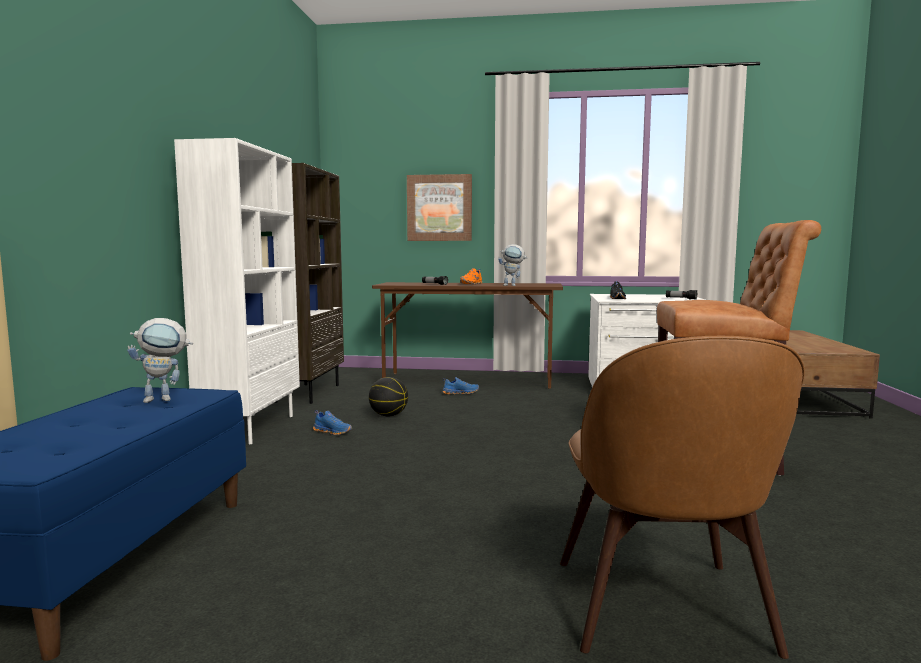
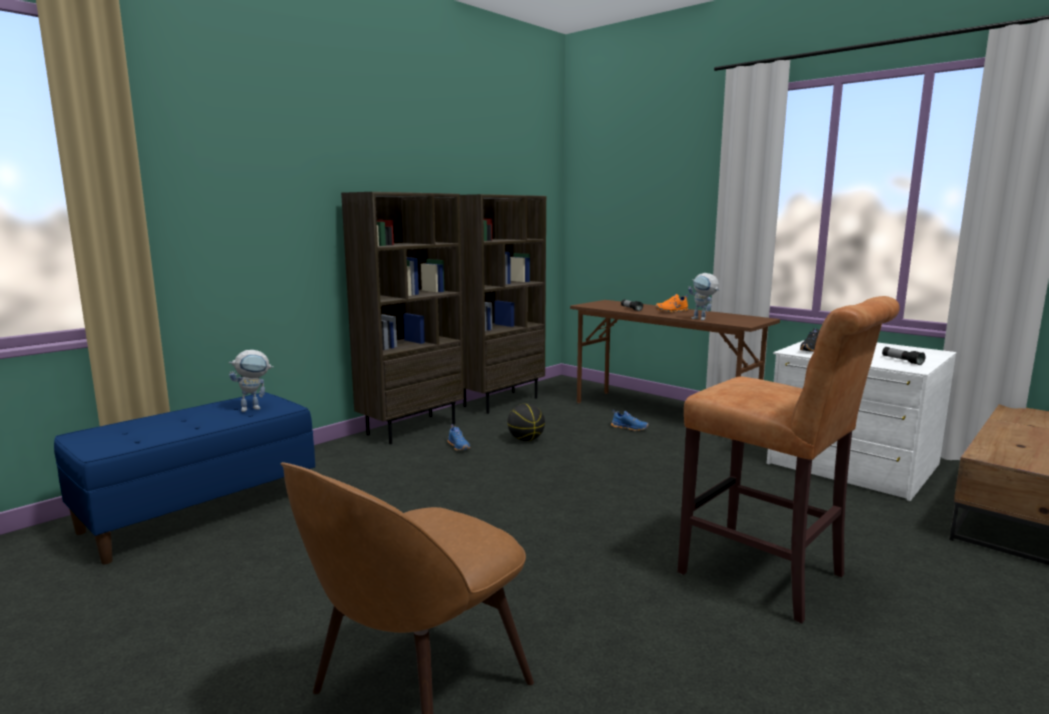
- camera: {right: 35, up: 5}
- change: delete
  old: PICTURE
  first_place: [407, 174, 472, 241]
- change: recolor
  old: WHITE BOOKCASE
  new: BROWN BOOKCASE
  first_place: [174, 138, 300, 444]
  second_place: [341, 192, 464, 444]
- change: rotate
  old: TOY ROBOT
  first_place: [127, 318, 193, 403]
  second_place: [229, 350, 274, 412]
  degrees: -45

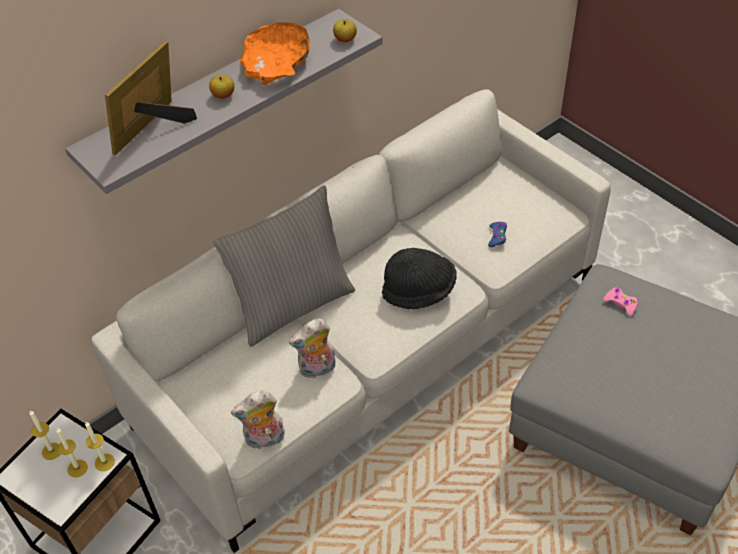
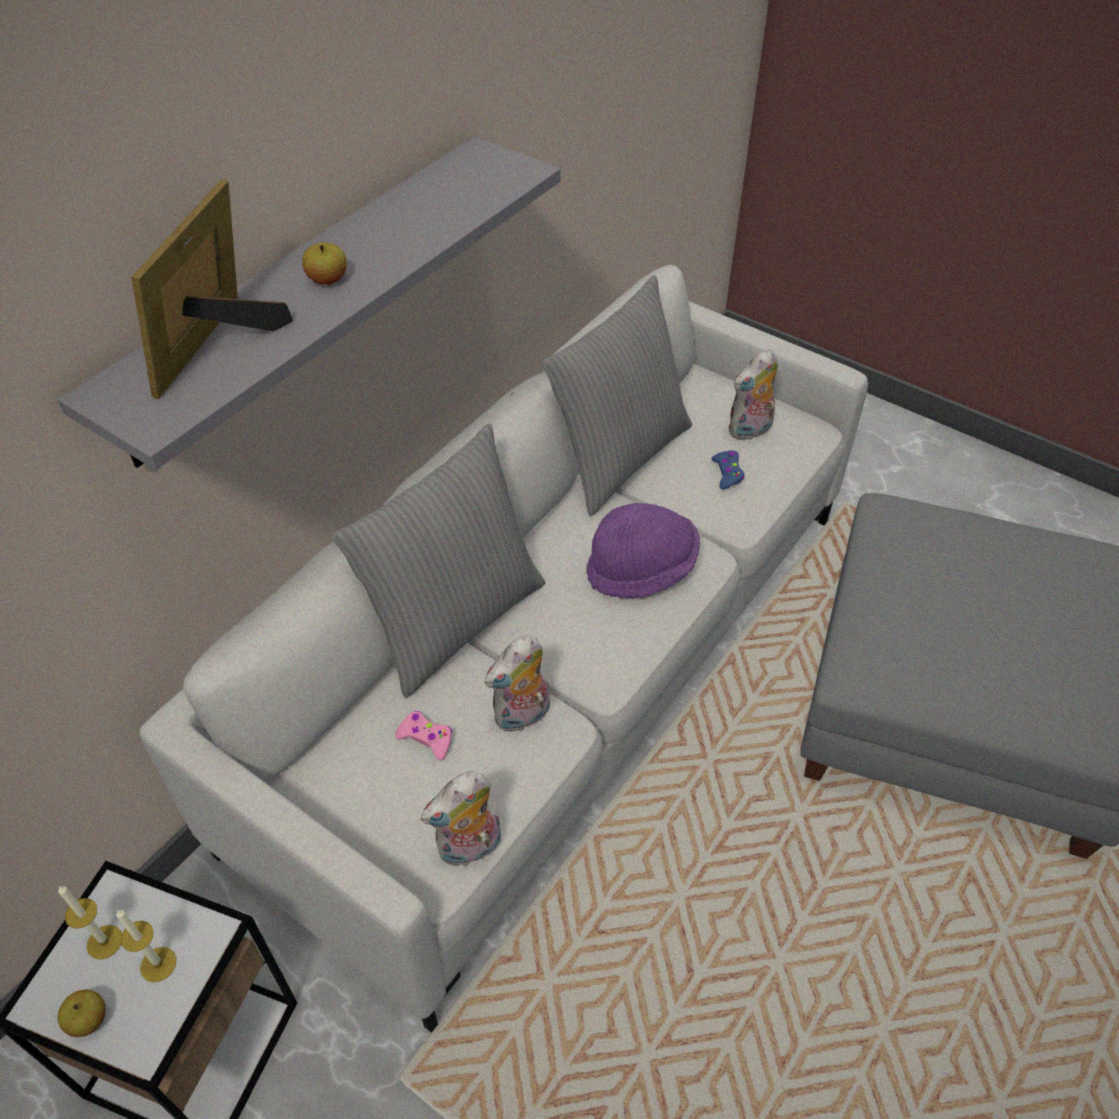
- camera: {right: -15, up: 0}
- change: delete
  old: CANDLE
  first_place: [85, 422, 115, 471]
- change: delete
  old: ORANGE BOWL
  first_place: [240, 22, 310, 85]
- change: insert
  new: GREY PILLOW
  second_place: [542, 275, 692, 516]
- change: insert
  new: PLUSH TOY
  second_place: [728, 349, 778, 441]
- change: move
  old: APPLE
  first_place: [333, 19, 357, 42]
  second_place: [58, 989, 106, 1037]
- change: move
  old: PINK GAME CONTROLLER
  first_place: [603, 287, 638, 316]
  second_place: [395, 711, 452, 760]
- change: recolor
  old: BLACK HAT
  new: PURPLE HAT
  first_place: [382, 248, 457, 309]
  second_place: [586, 503, 700, 599]

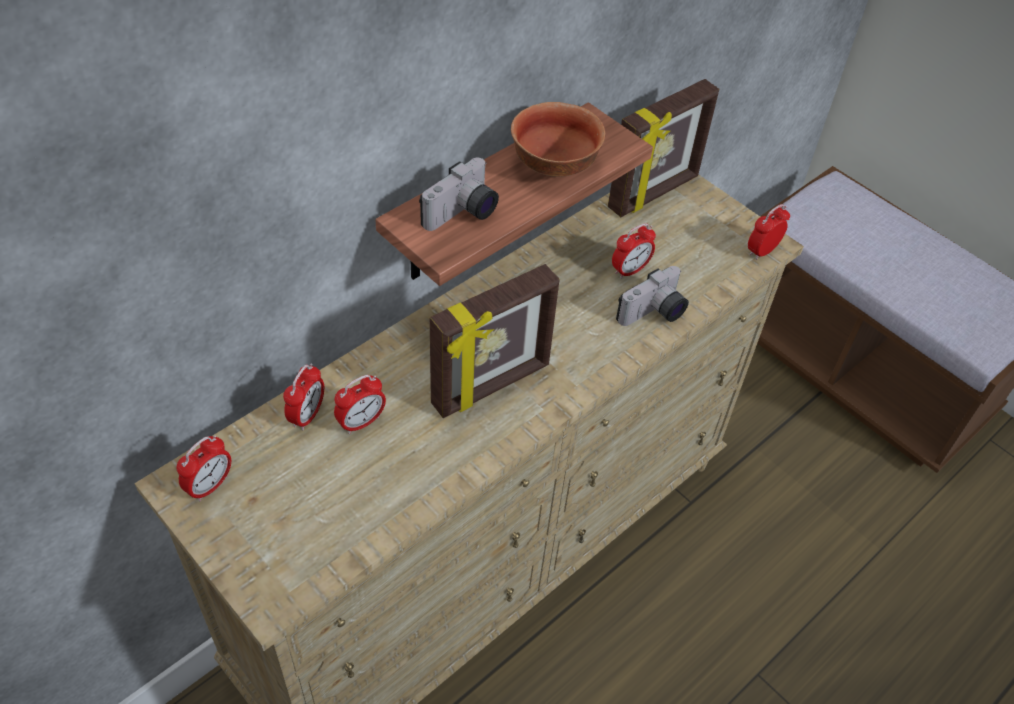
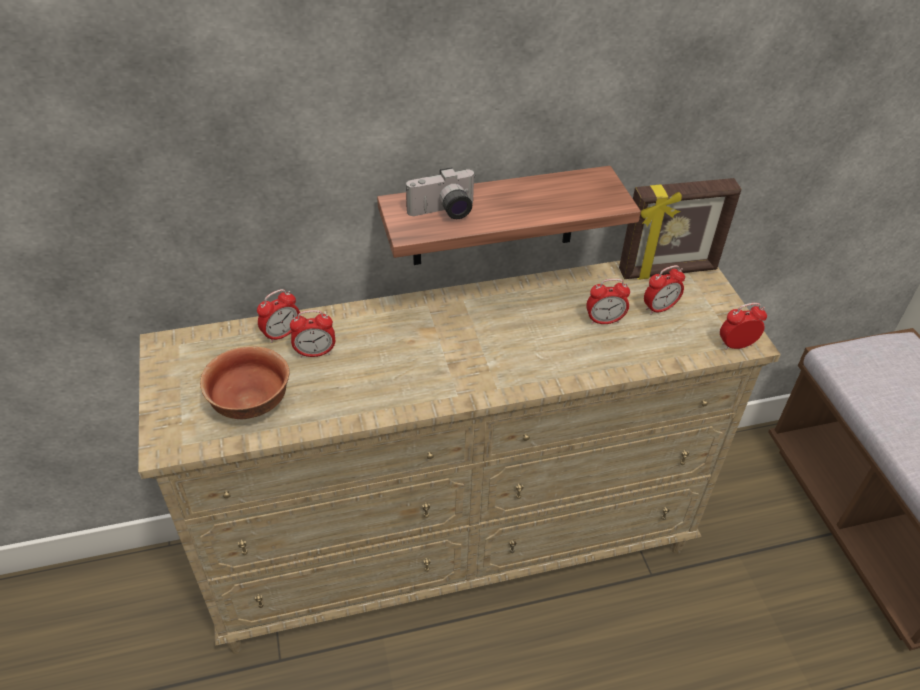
- camera: {right: 30, up: -5}
- change: delete
  old: PICTURE FRAME
  first_place: [430, 264, 560, 418]
- change: delete
  old: PHOTO CAMERA
  first_place: [616, 266, 689, 326]
- change: move
  old: ALARM CLOCK
  first_place: [177, 435, 231, 501]
  second_place: [644, 265, 685, 315]
- change: move
  old: BOWL
  first_place: [511, 102, 605, 177]
  second_place: [200, 346, 290, 419]

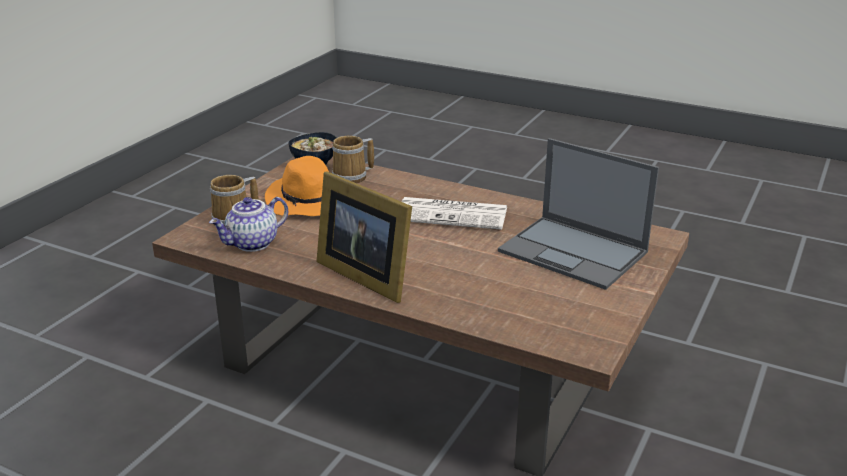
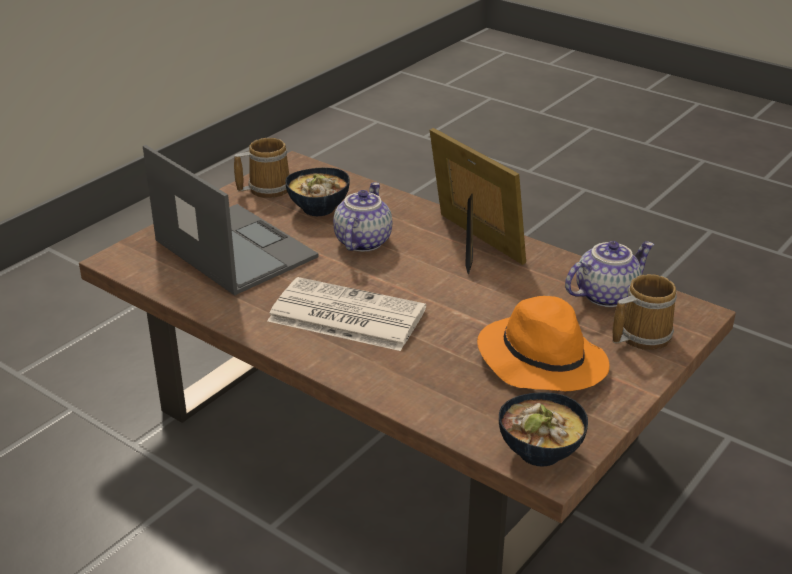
- camera: {right: -170, up: 5}
- change: insert
  new: BOWL
  second_place: [285, 168, 350, 216]
- change: insert
  new: TEAPOT
  second_place: [333, 182, 392, 252]
- change: move
  old: MUG
  first_place: [332, 136, 374, 183]
  second_place: [234, 138, 289, 198]

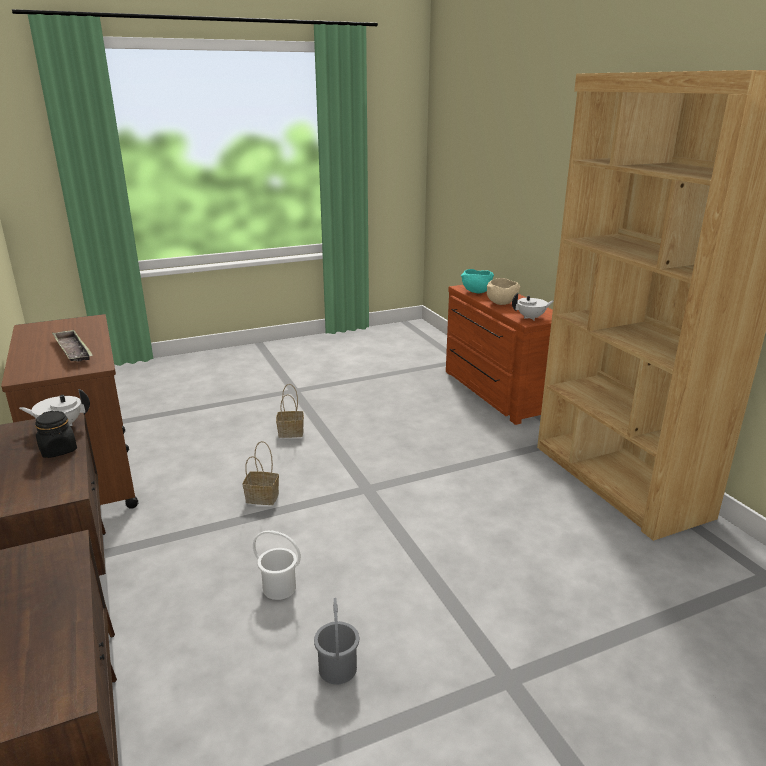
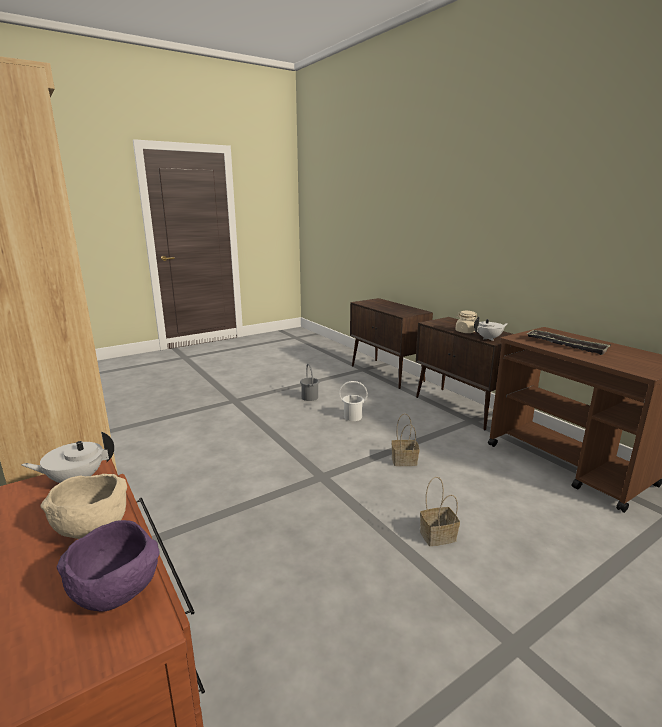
- camera: {right: 170, up: -5}
- change: recolor
  old: BLACK JAR
  new: BEIGE JAR
  first_place: [35, 411, 77, 458]
  second_place: [455, 311, 478, 333]
- change: recolor
  old: TURQUOISE BOWL
  new: PURPLE BOWL
  first_place: [461, 269, 494, 293]
  second_place: [57, 520, 159, 612]

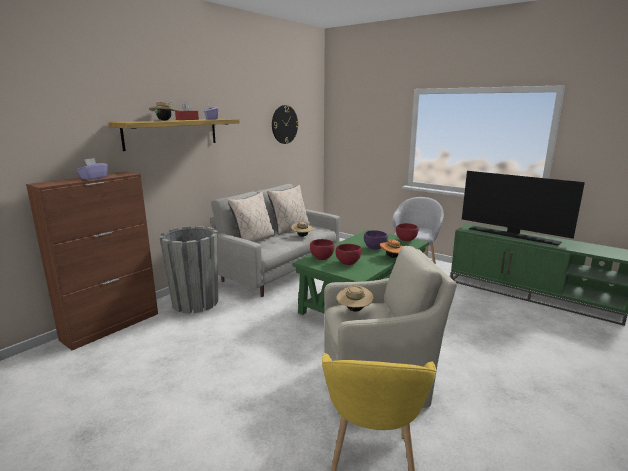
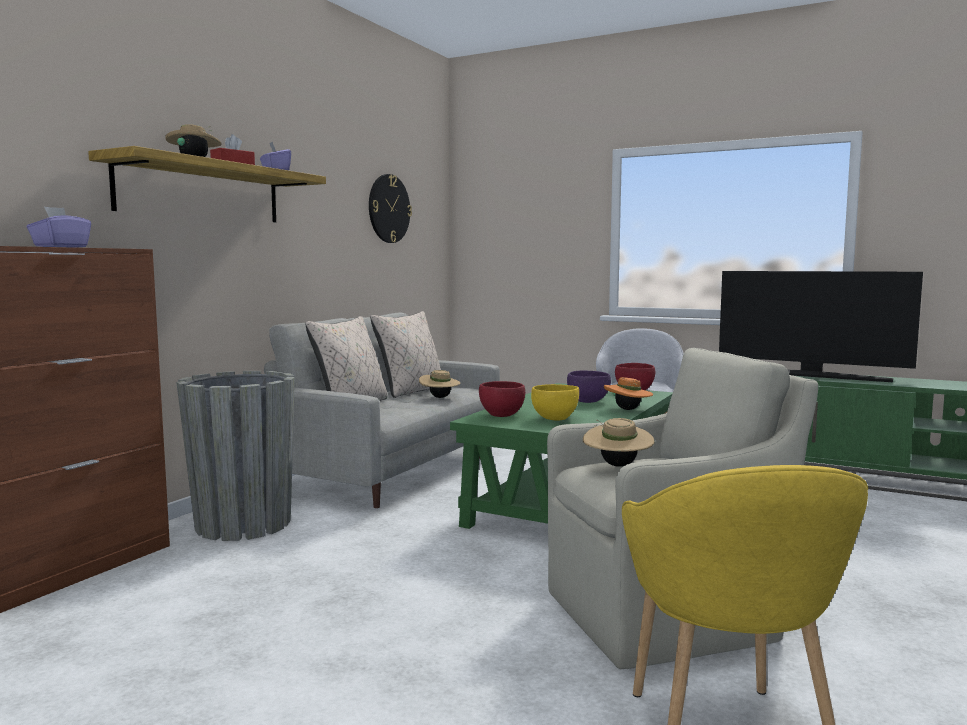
- camera: {right: -10, up: -10}
- change: recolor
  old: RED BOWL
  new: YELLOW BOWL
  first_place: [336, 244, 362, 265]
  second_place: [531, 384, 579, 421]

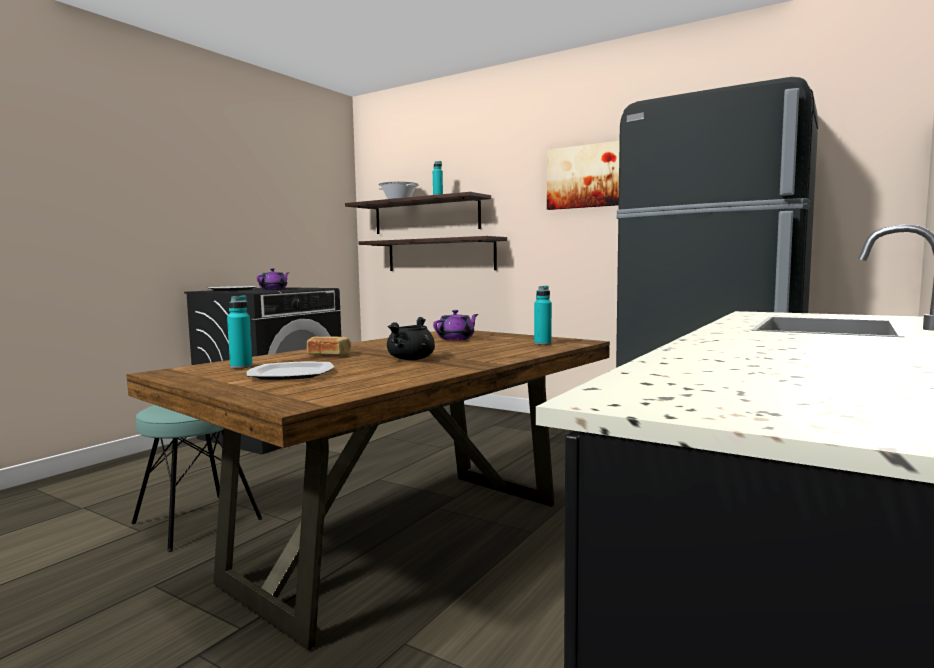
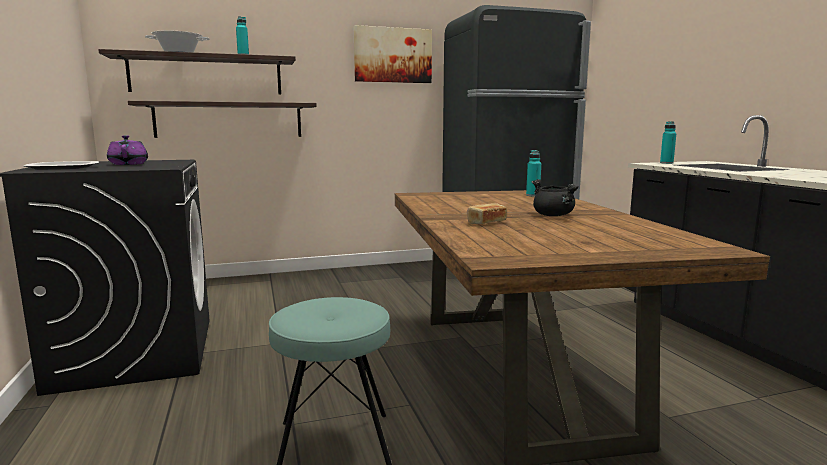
- camera: {right: -50, up: 5}
- change: delete
  old: PLATE
  first_place: [247, 362, 334, 380]
- change: delete
  old: PURPLE TEAPOT
  first_place: [433, 310, 478, 340]
- change: move
  old: TURQUOISE BOTTLE
  first_place: [227, 295, 253, 369]
  second_place: [660, 121, 676, 164]

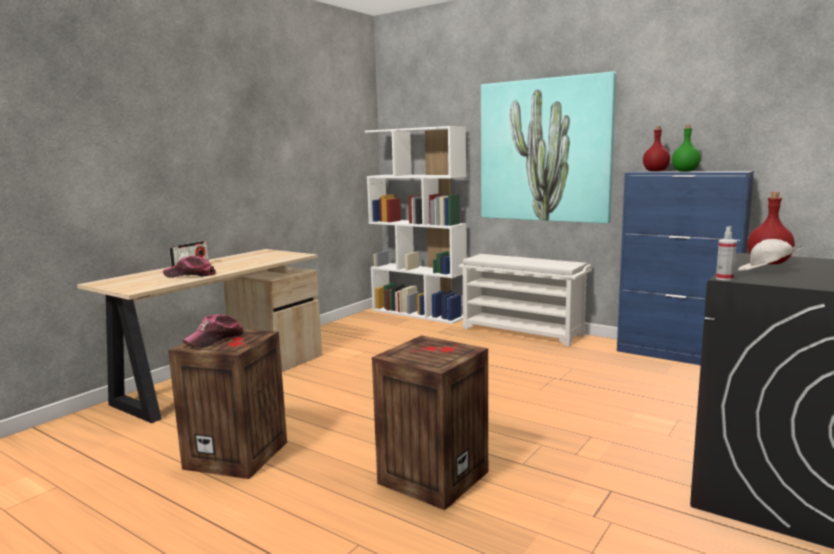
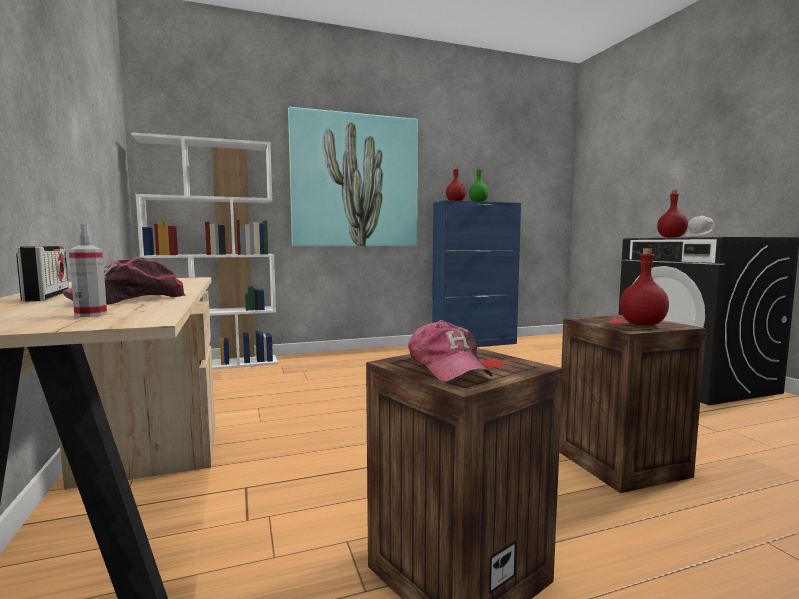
- camera: {right: -55, up: -5}
- change: delete
  old: WHITE SHOE RACK
  first_place: [459, 254, 592, 347]
- change: insert
  new: RED BOTTLE
  second_place: [620, 248, 669, 326]
- change: move
  old: SPRAY BOTTLE
  first_place: [716, 226, 737, 281]
  second_place: [69, 224, 107, 317]

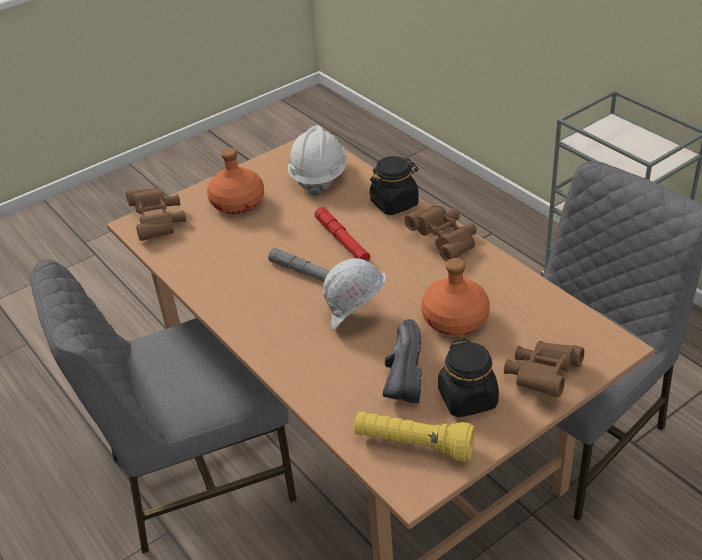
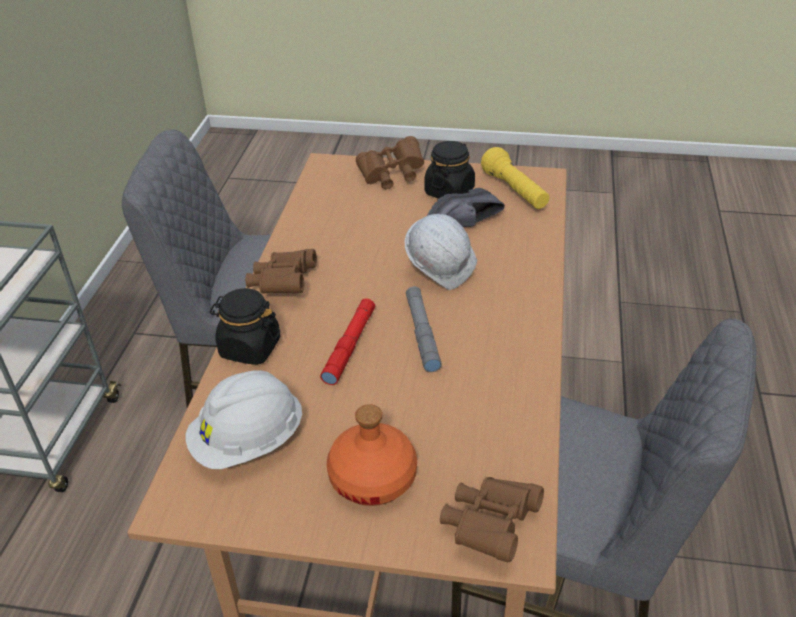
- camera: {right: -135, up: 0}
- change: delete
  old: ORANGE BOTTLE
  first_place: [421, 258, 490, 336]

